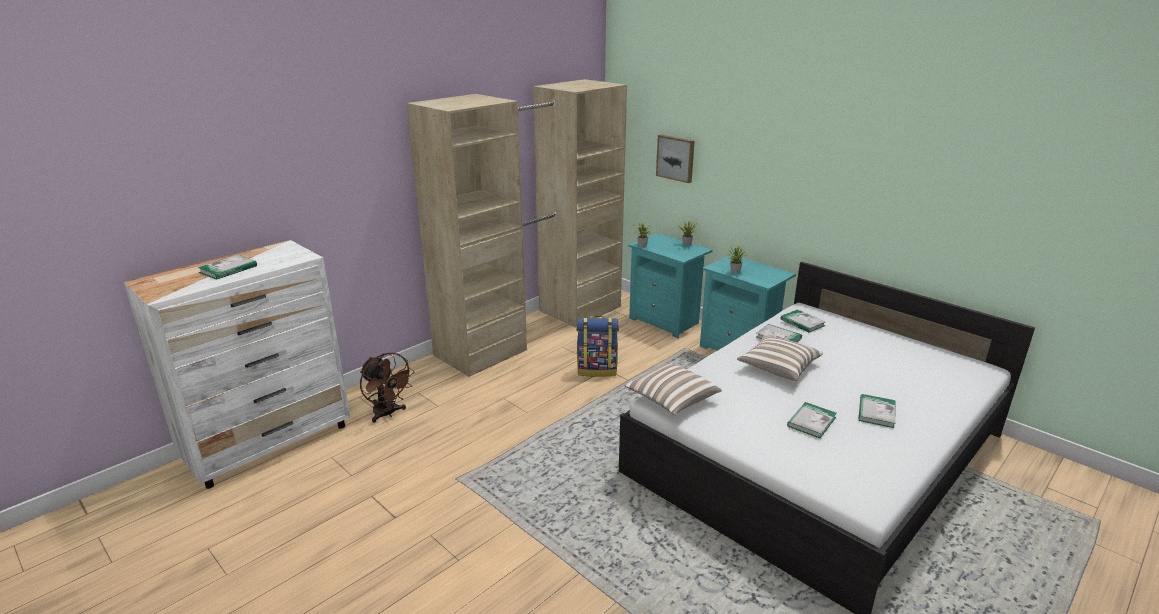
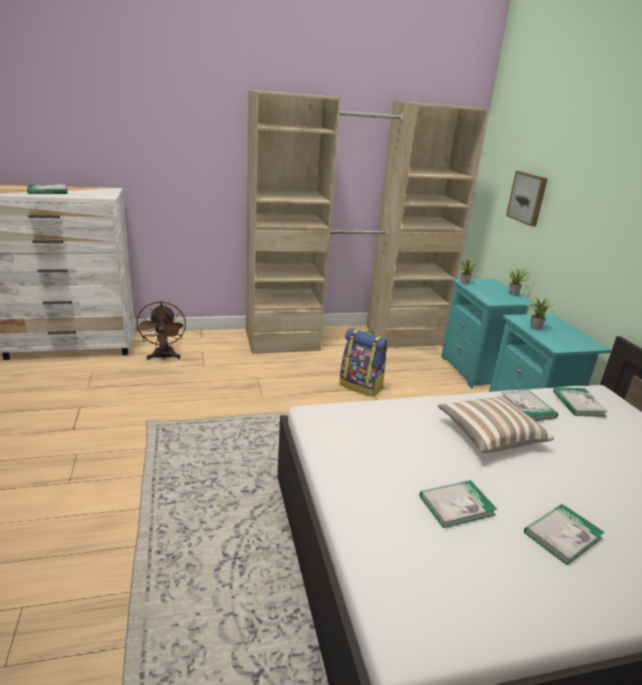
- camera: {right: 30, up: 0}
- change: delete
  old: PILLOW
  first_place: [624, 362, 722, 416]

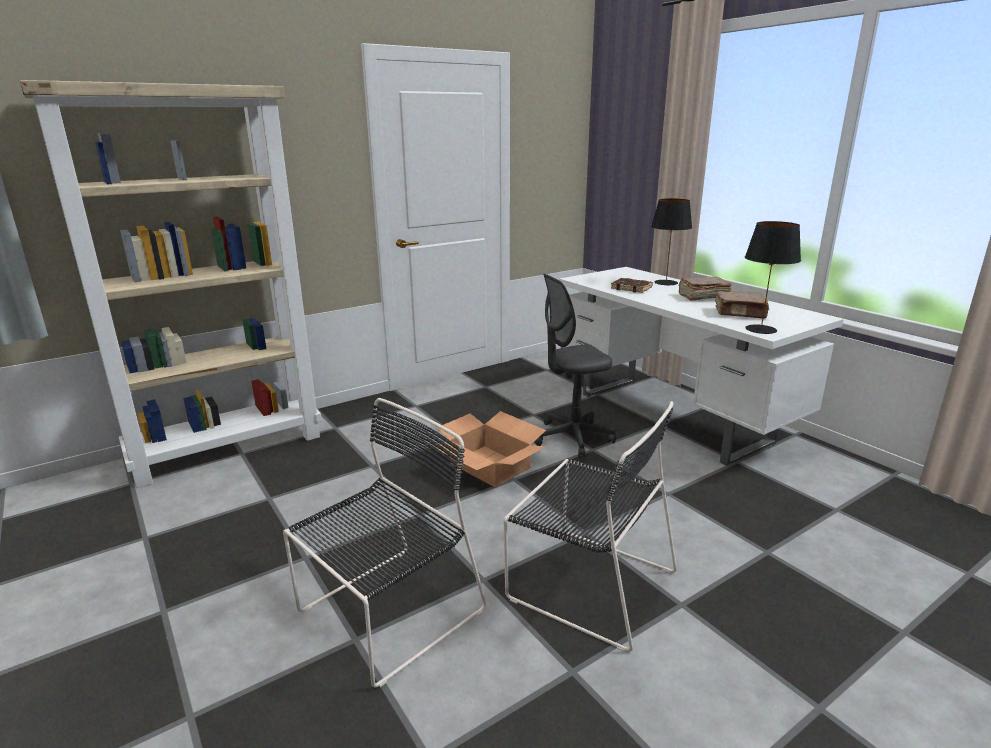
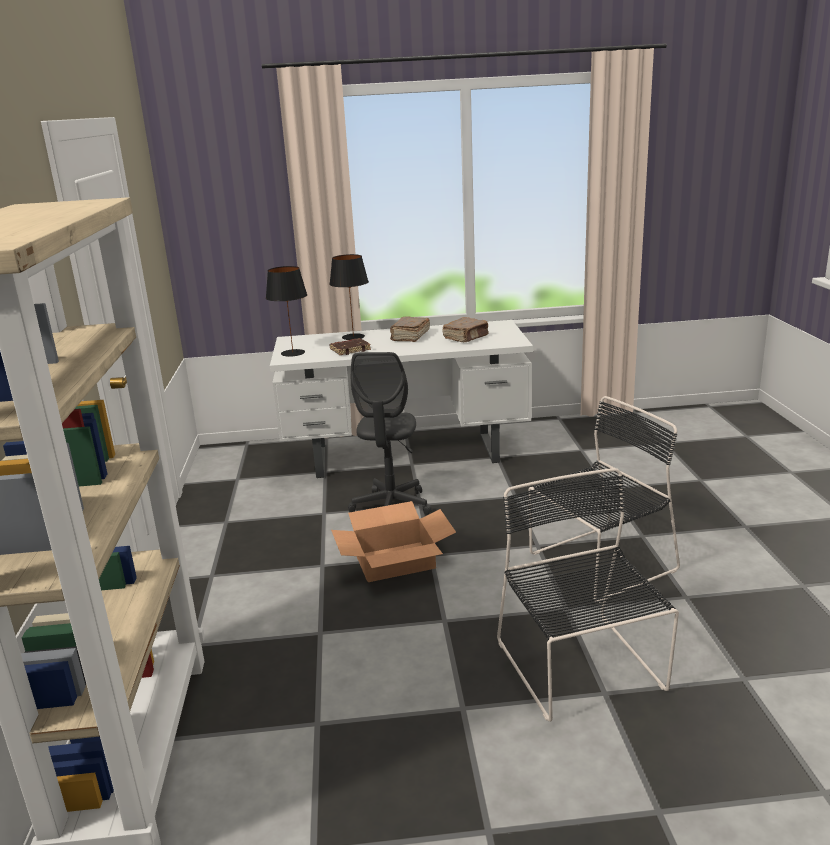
- camera: {right: -60, up: 0}
- change: move
  old: BLACK TABLE LAMP
  first_place: [745, 221, 801, 334]
  second_place: [266, 266, 307, 357]

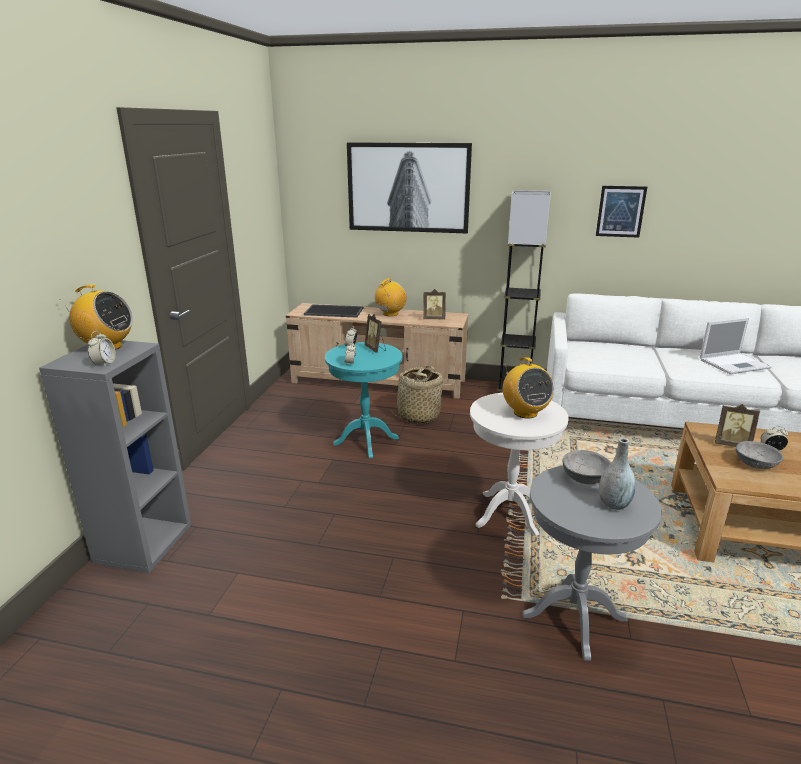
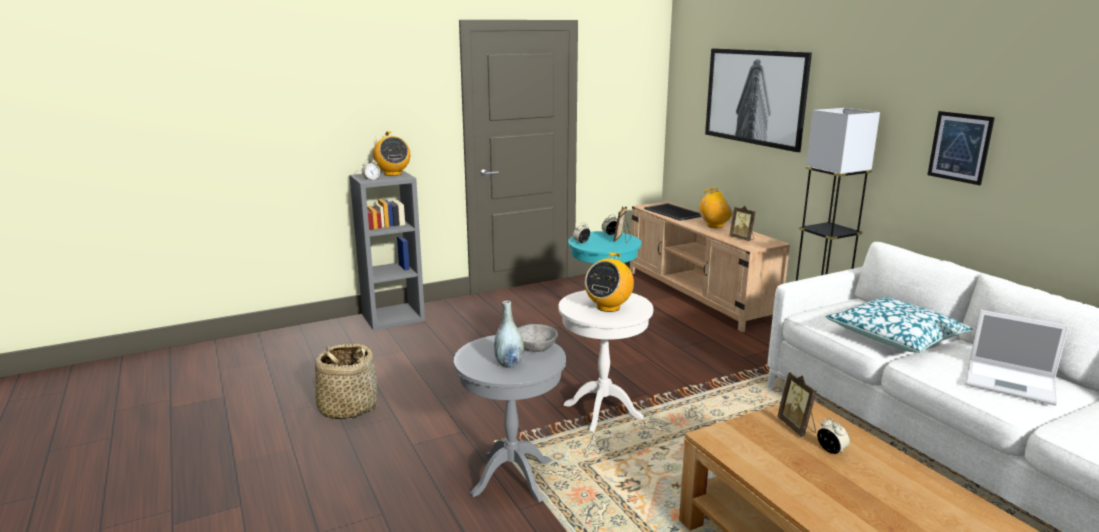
- camera: {right: 50, up: -5}
- change: delete
  old: GREY BOWL
  first_place: [736, 441, 783, 469]
- change: insert
  new: PILLOW
  second_place: [826, 297, 972, 353]
- change: move
  old: BASKET
  first_place: [389, 366, 443, 424]
  second_place: [312, 344, 378, 420]

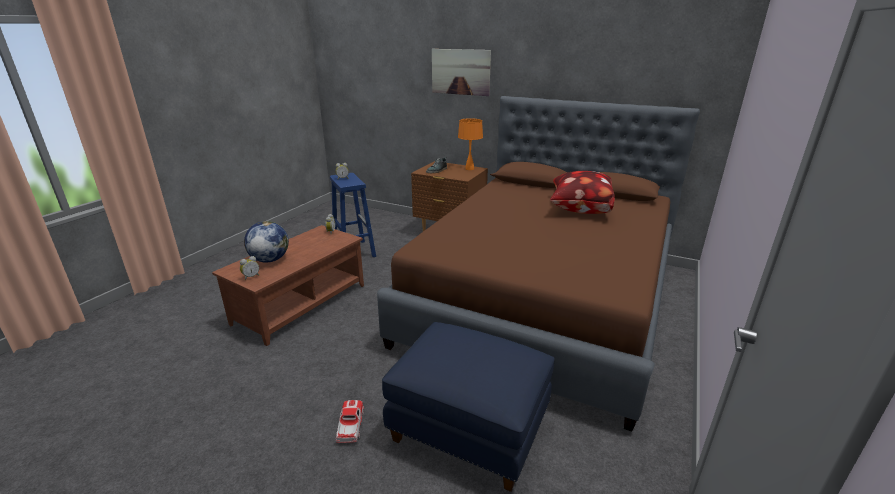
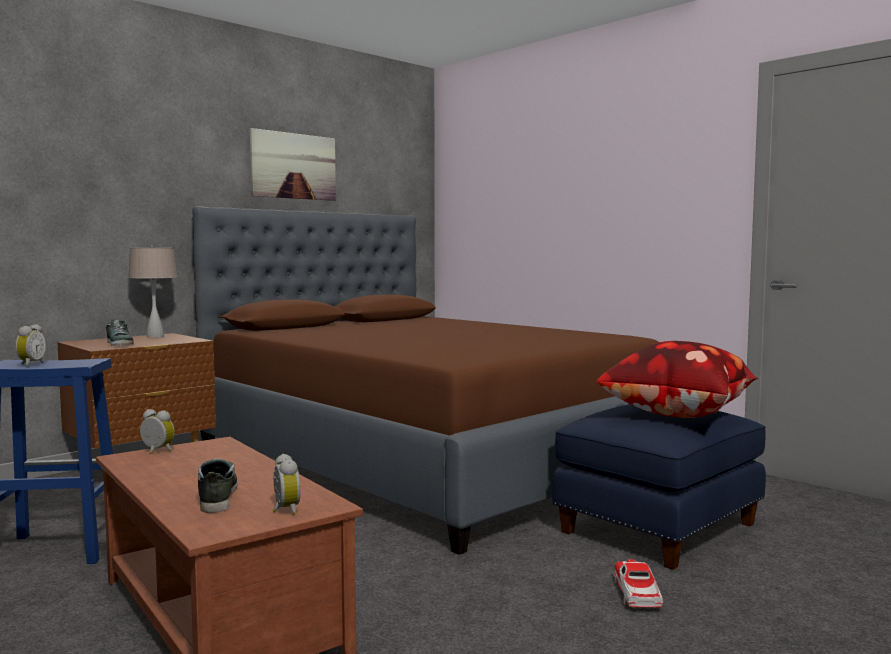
- camera: {right: -70, up: -20}
- change: move
  old: PICTURE
  first_place: [432, 49, 491, 96]
  second_place: [250, 128, 336, 201]
- change: move
  old: PILLOW
  first_place: [550, 171, 615, 214]
  second_place: [597, 341, 758, 418]
- change: replace
  old: GLOBE
  new: SHOE
  first_place: [244, 221, 289, 263]
  second_place: [198, 459, 238, 513]
- change: recolor
  old: ORANGE TABLE LAMP
  new: BEIGE TABLE LAMP
  first_place: [458, 118, 483, 170]
  second_place: [128, 245, 177, 338]
- change: rotate
  old: TOY CAR
  first_place: [336, 400, 364, 443]
  second_place: [613, 559, 663, 607]
  degrees: 75

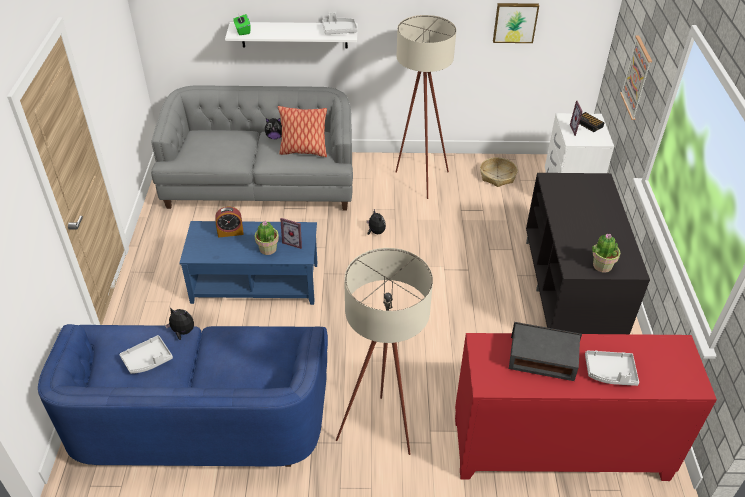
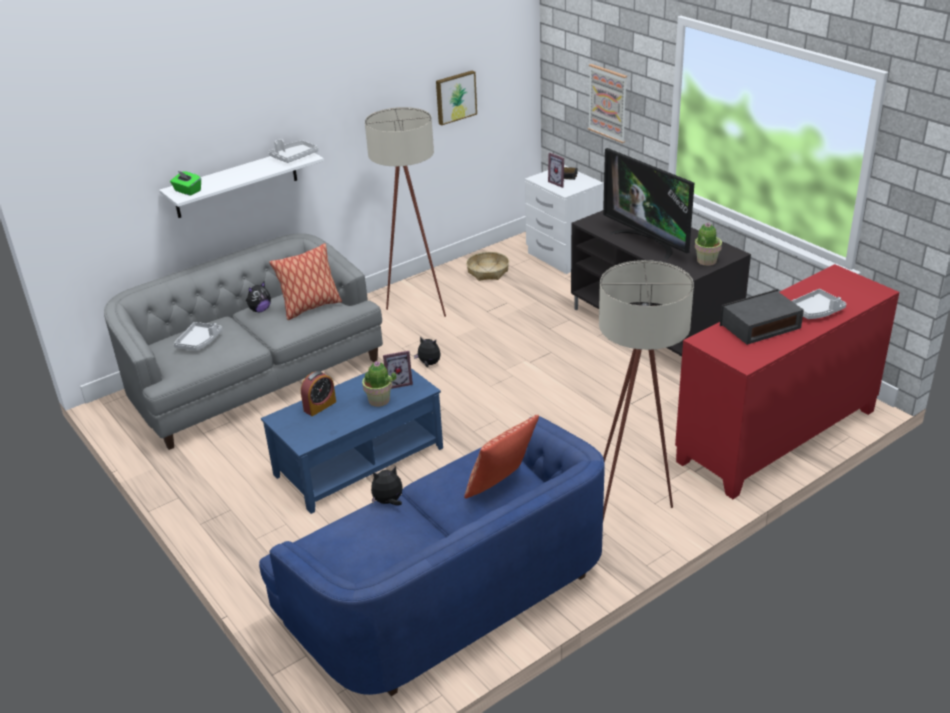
- camera: {right: -35, up: -10}
- change: insert
  new: PILLOW
  second_place: [464, 414, 539, 498]
- change: insert
  new: TELEVISION
  second_place: [603, 148, 694, 260]
- change: move
  old: GREY TRAY
  first_place: [120, 335, 173, 374]
  second_place: [174, 322, 222, 351]

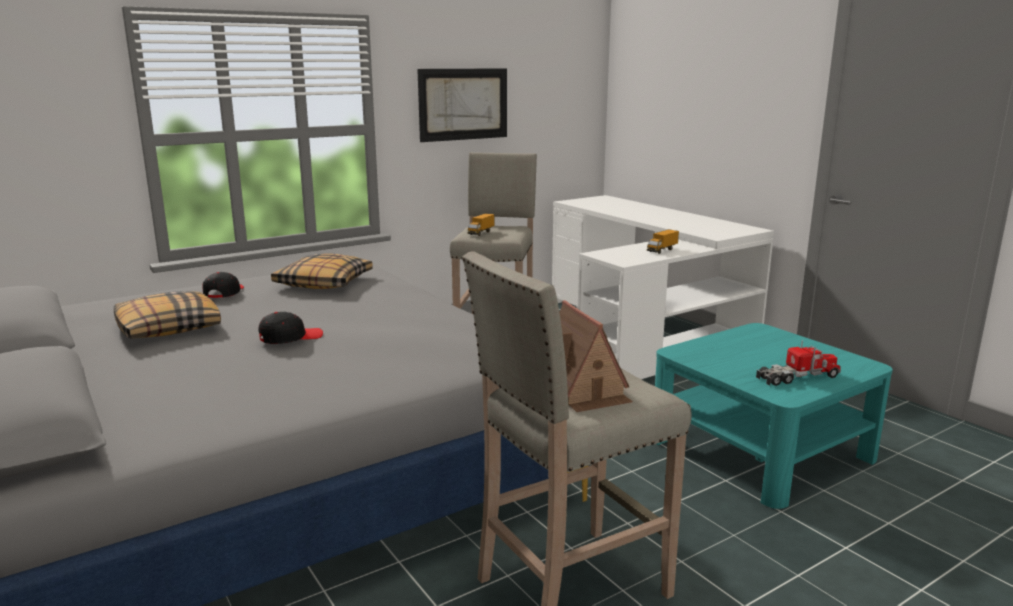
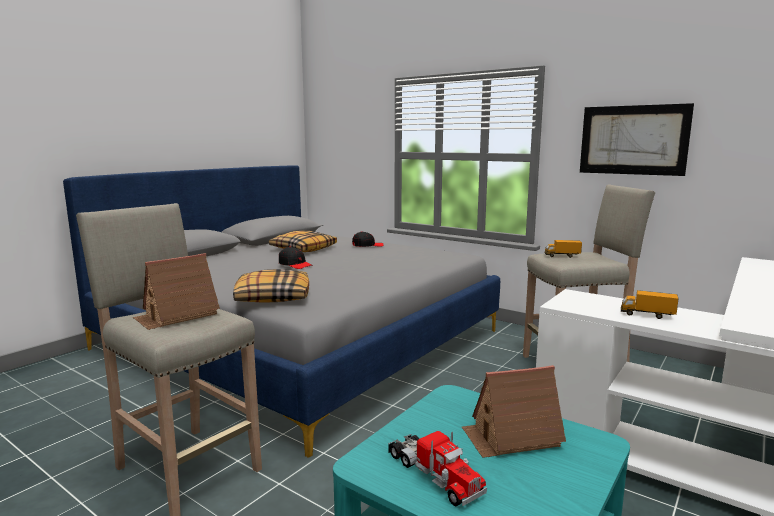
- camera: {right: 70, up: -5}
- change: insert
  new: TOY HOUSE
  second_place: [462, 365, 566, 458]
- change: move
  old: PILLOW
  first_place: [271, 254, 373, 289]
  second_place: [233, 269, 309, 303]

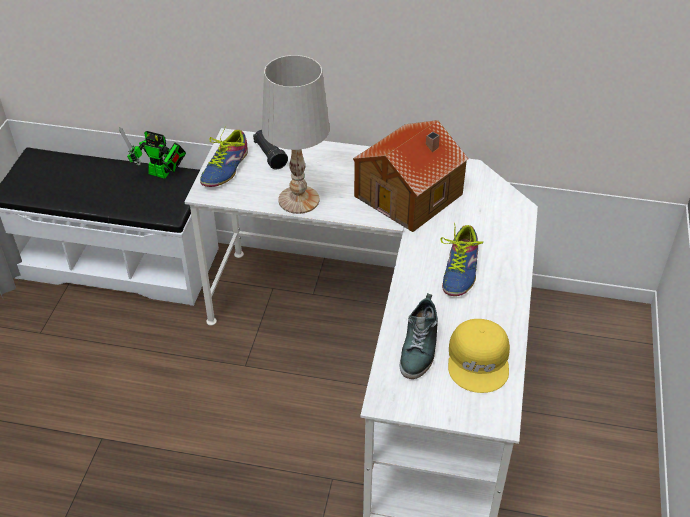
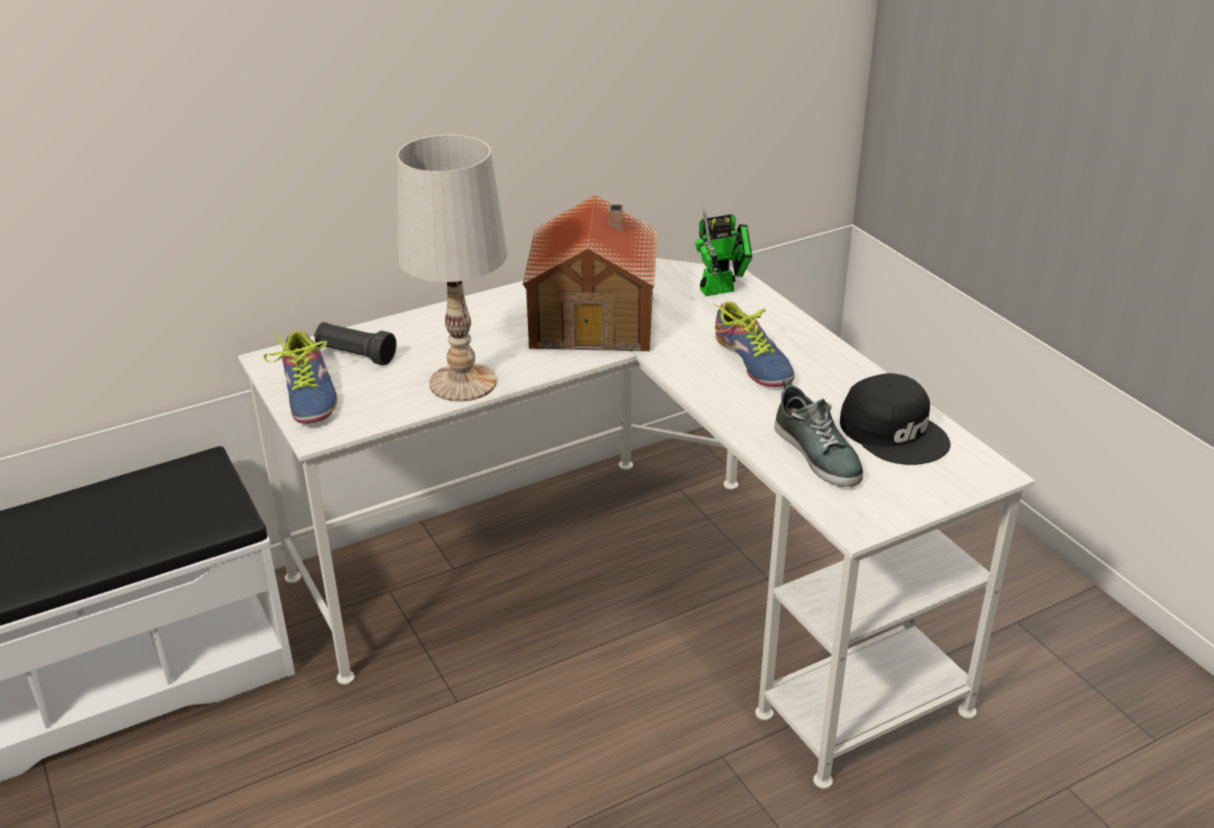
- camera: {right: -40, up: -10}
- change: move
  old: TOY ROBOT
  first_place: [119, 127, 186, 179]
  second_place: [695, 209, 752, 296]
- change: recolor
  old: YELLOW CAP
  new: BLACK CAP
  first_place: [448, 319, 510, 393]
  second_place: [840, 373, 950, 465]

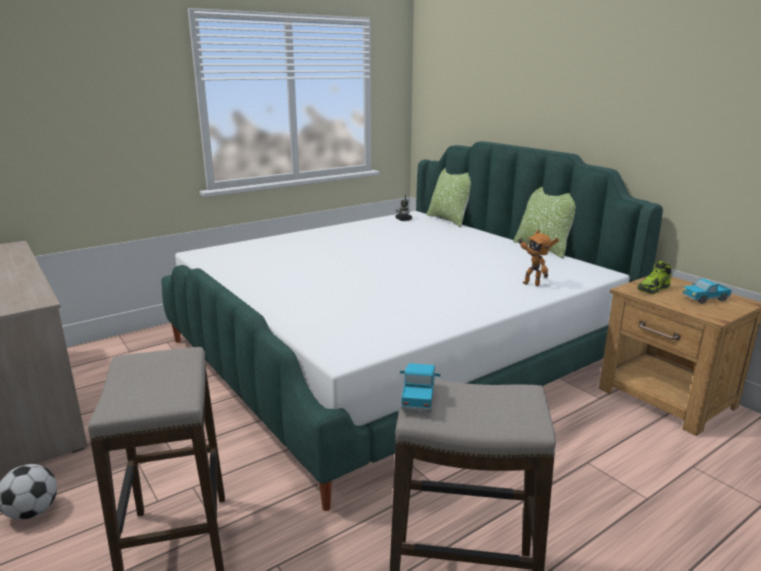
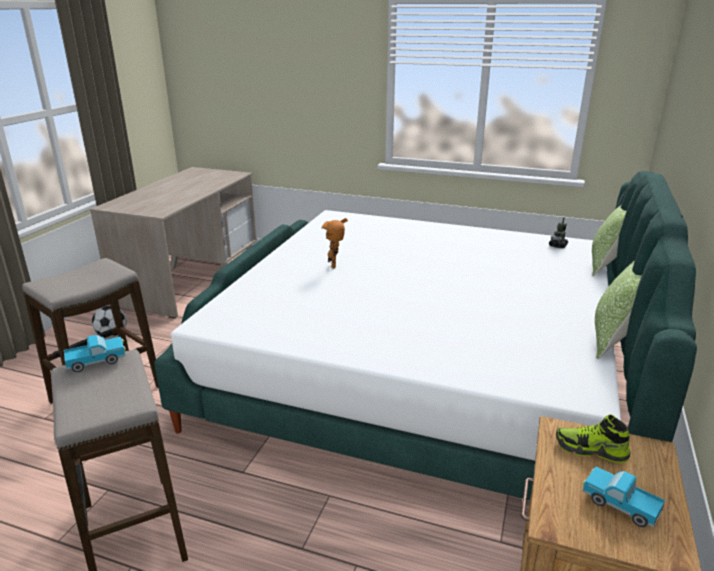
- camera: {right: 55, up: 5}
- change: move
  old: TOY ROBOT
  first_place: [518, 229, 559, 286]
  second_place: [321, 218, 348, 268]

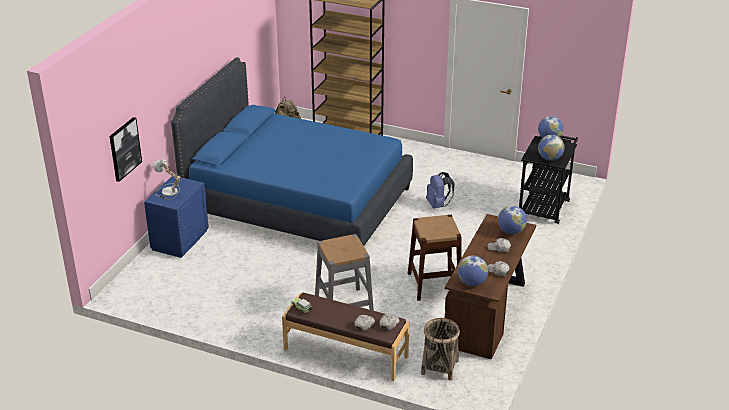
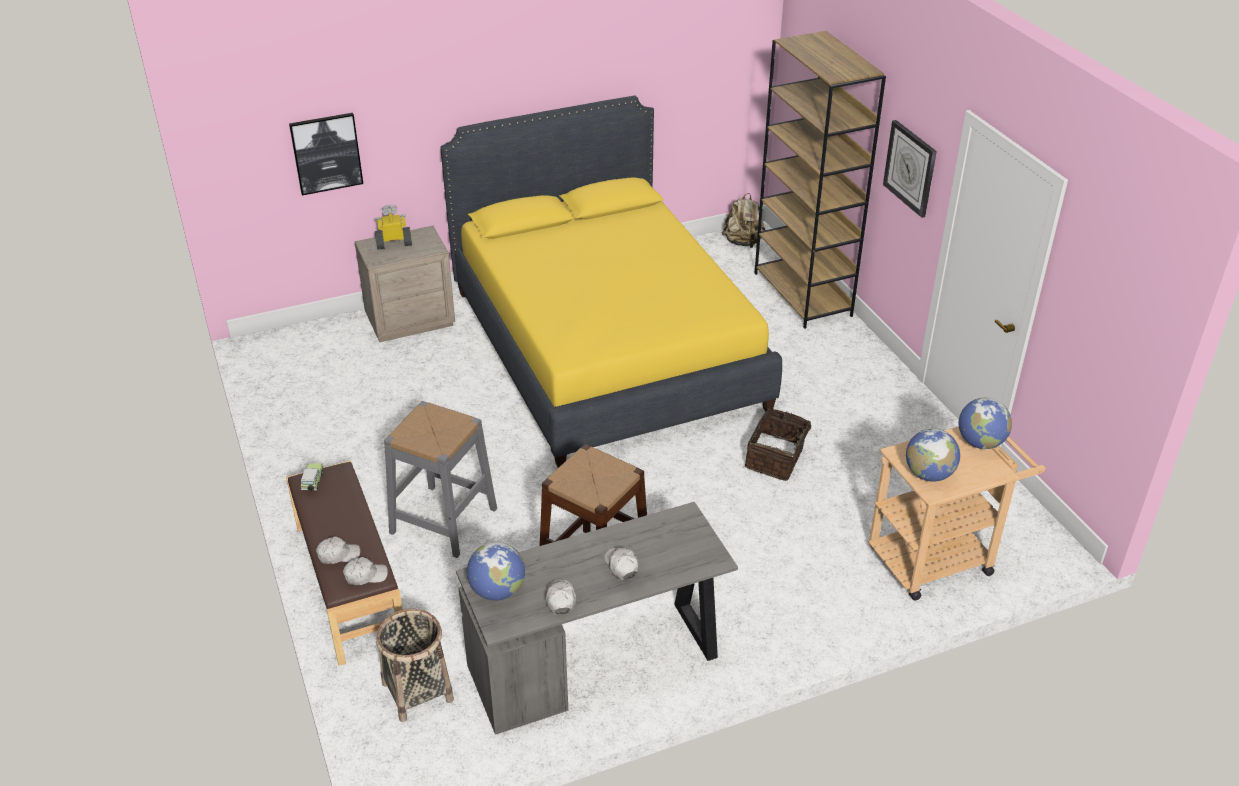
- camera: {right: 45, up: 5}
- change: delete
  old: GLOBE
  first_place: [498, 206, 527, 234]
- change: insert
  new: WALL CLOCK
  second_place: [883, 120, 937, 218]
- change: replace
  old: TABLE LAMP
  new: TOY ROBOT
  first_place: [153, 159, 181, 200]
  second_place: [375, 205, 412, 250]
- change: replace
  old: BLUE BACKPACK
  new: BASKET
  first_place: [426, 172, 455, 209]
  second_place: [745, 408, 818, 481]
- change: recolor
  old: BLUE NIGHTSTAND
  new: BEIGE NIGHTSTAND
  first_place: [144, 176, 209, 258]
  second_place: [355, 226, 455, 342]
- change: recolor
  old: BLUE BED
  new: YELLOW BED
  first_place: [171, 57, 413, 246]
  second_place: [440, 96, 782, 468]
- change: recolor
  old: BROWN DESK
  new: GREY DESK
  first_place: [445, 214, 536, 360]
  second_place: [456, 502, 738, 735]
- change: recolor
  old: BLACK CART
  new: BEIGE CART
  first_place: [519, 135, 578, 224]
  second_place: [868, 426, 1045, 601]

